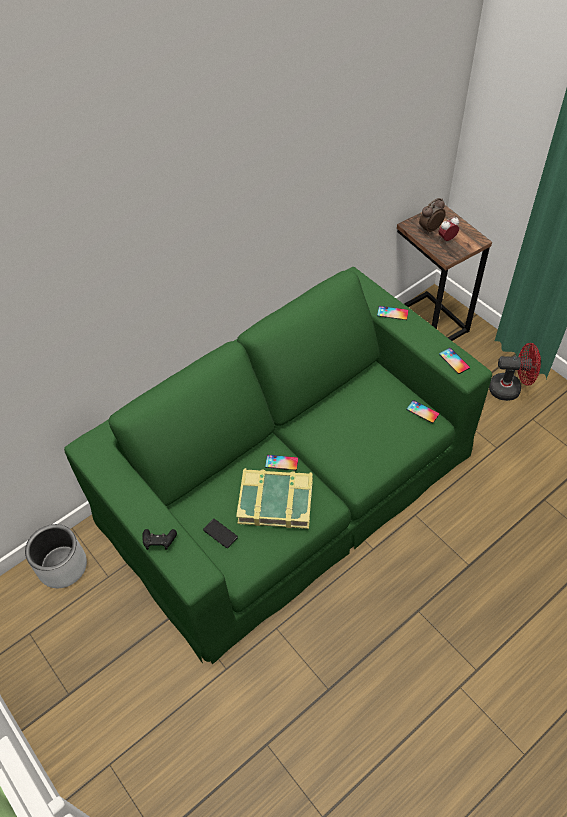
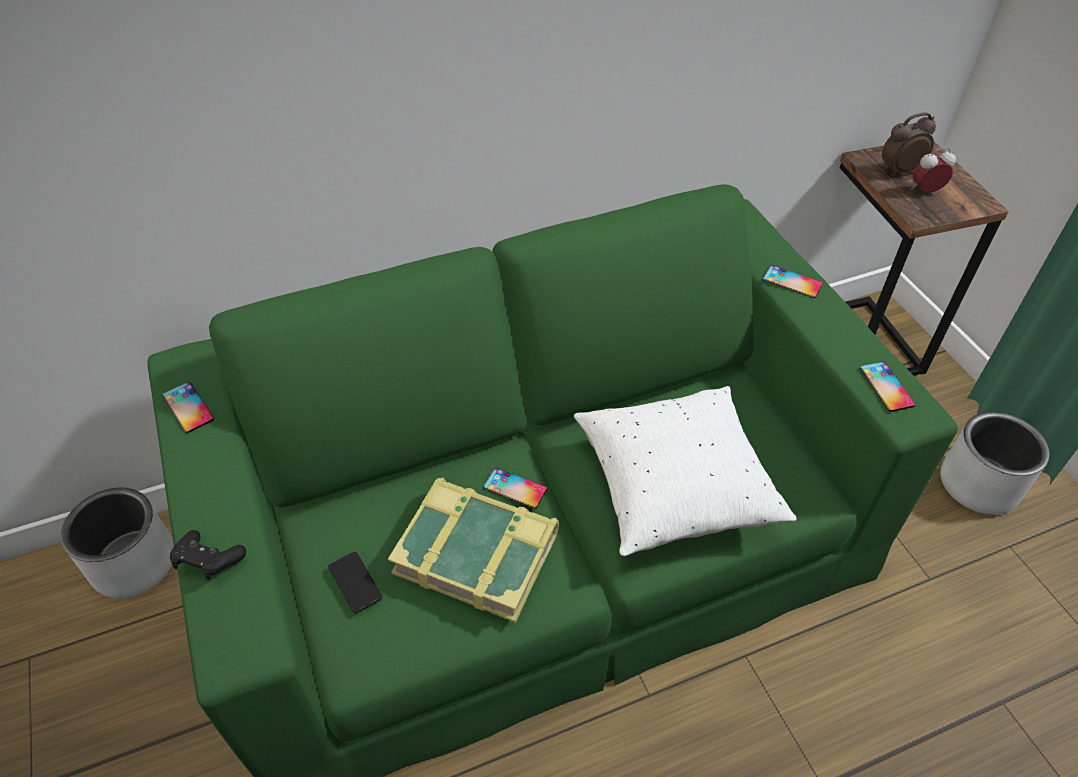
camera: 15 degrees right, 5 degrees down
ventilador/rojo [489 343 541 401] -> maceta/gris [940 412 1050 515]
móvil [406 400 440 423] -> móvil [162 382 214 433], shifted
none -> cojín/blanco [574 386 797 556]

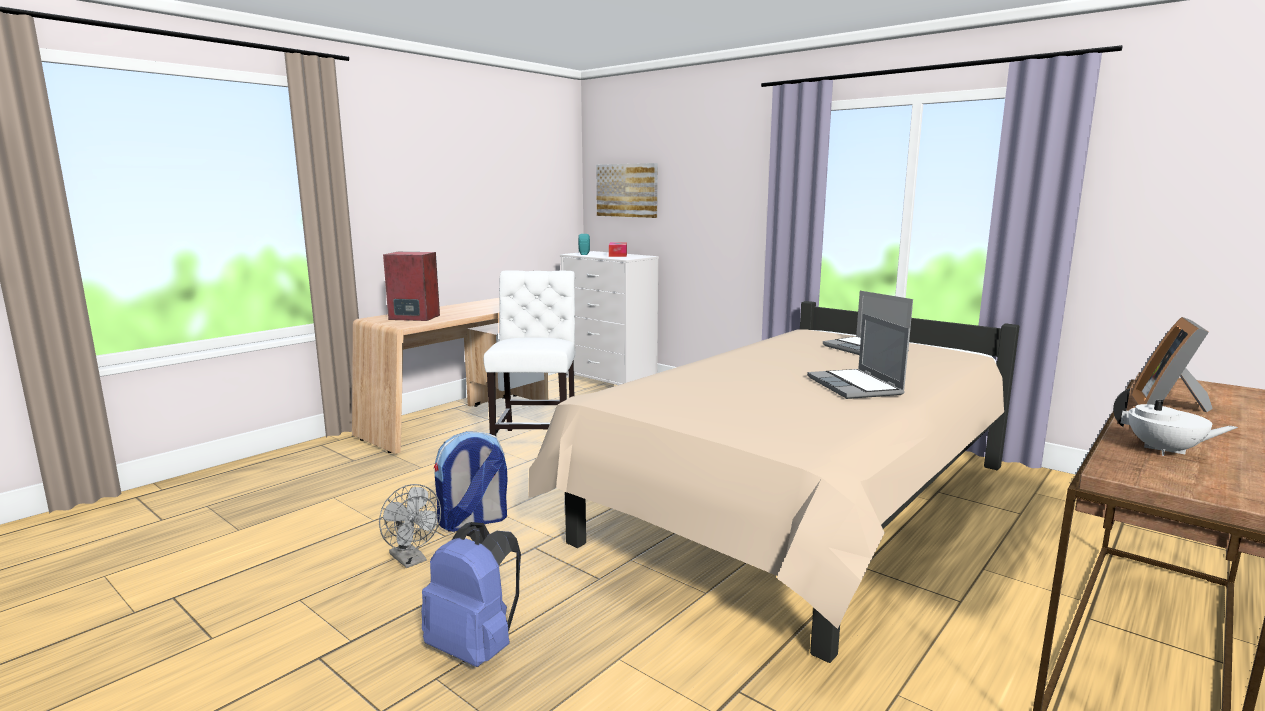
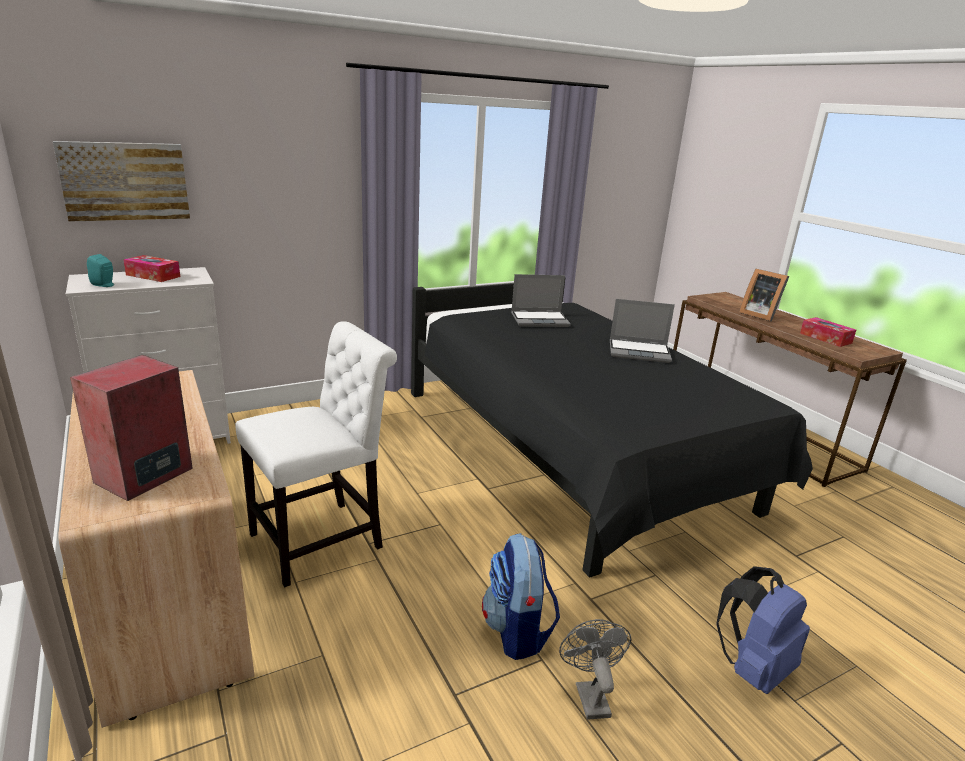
camera: 70 degrees left, 10 degrees up
silla/blanco [484 270 575 436] -> silla/blanco [235 321 397 587], 120 degrees clockwise
cama/beis [529 301 1020 663] -> cama/negro [411 281 813 578]
tetera/blanco [1113 388 1238 456] -> caja de pañuelos [800 317 856 347]
ventilador/gris [379 484 441 568] -> ventilador/gris [559 619 631 720], 75 degrees counterclockwise

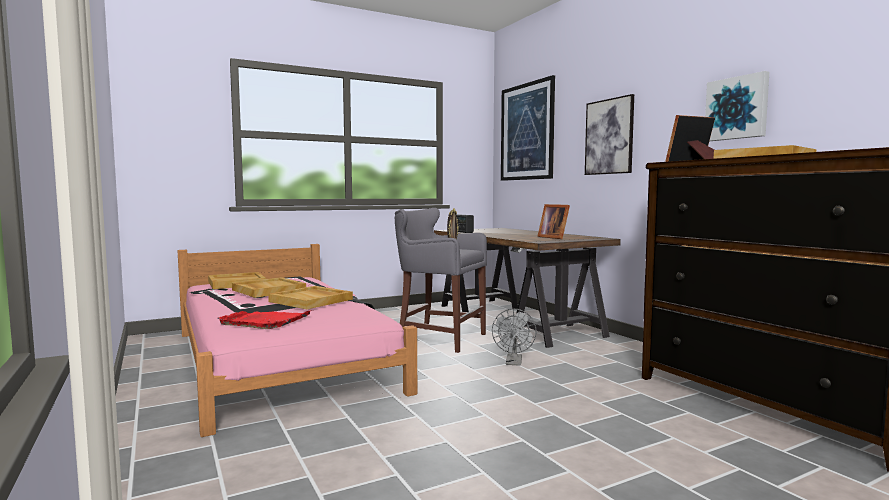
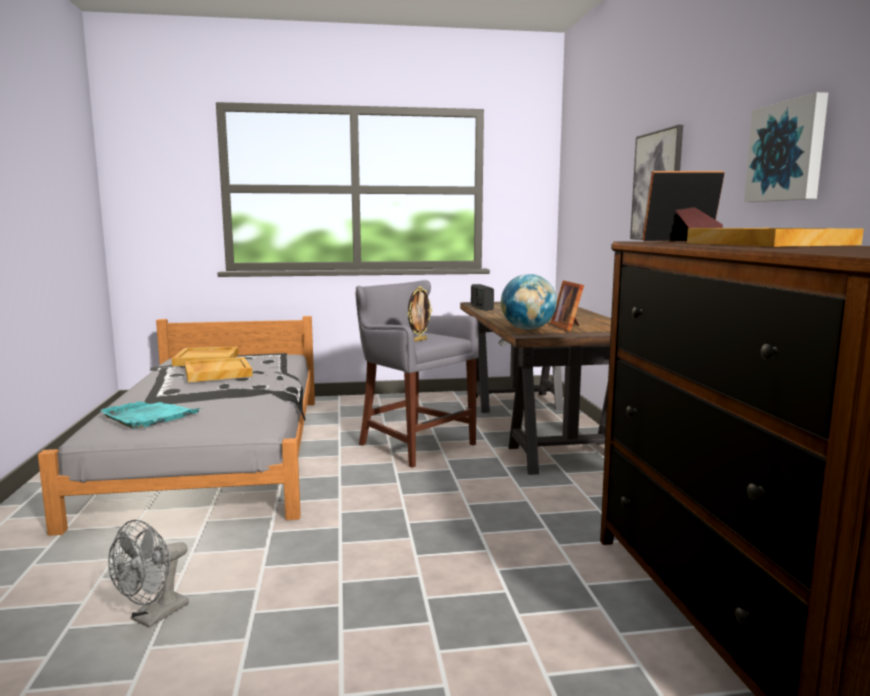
camera: 20 degrees right, 5 degrees up
cuadro [501 75 555 181] -> none
cama/rosa [177 244 417 437] -> cama/gris [38 316 315 536]
bandeja/beis [268 286 353 309] -> none
ventilador/gris [492 309 536 366] -> ventilador/gris [108 520 189 628], shifted
bandeja/rojo [218 310 313 329] -> bandeja/turquesa [100 402 200 429]
none -> globo terráqueo [501 274 557 330]

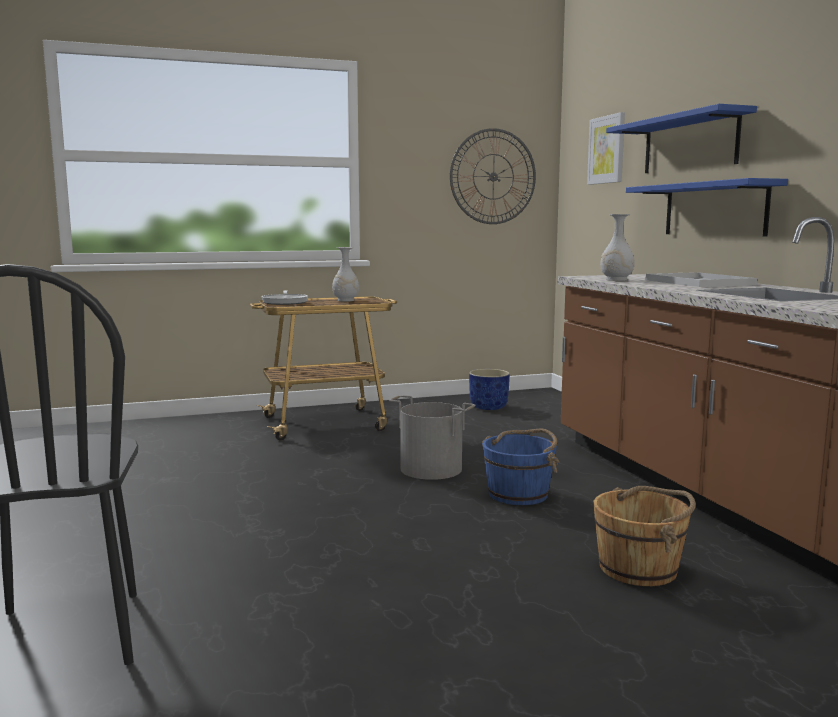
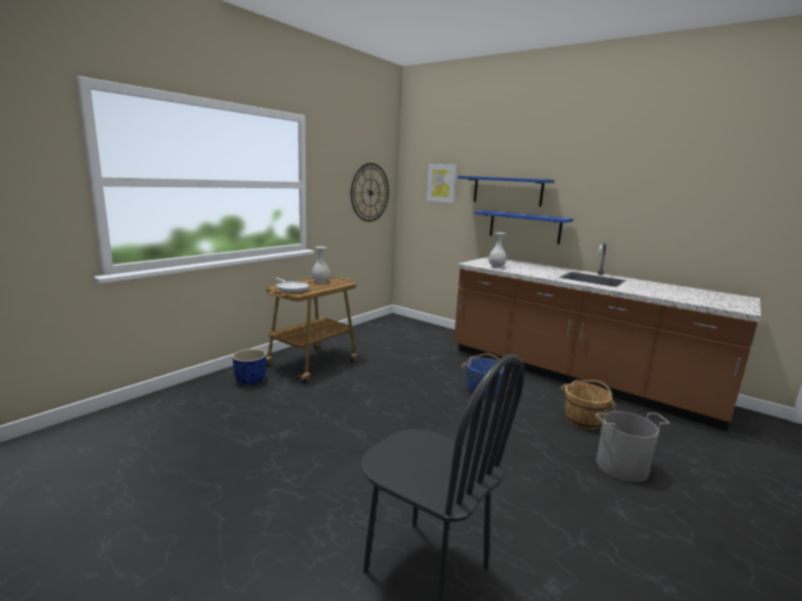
camera: 35 degrees left, 5 degrees up
bandeja/blanco [645 272 757 287] -> none
maceta/azul [469 369 510 410] -> maceta/azul [232 349 266 385], shifted
cubo/gris [389 395 476 480] -> cubo/gris [595 411 670 482], shifted

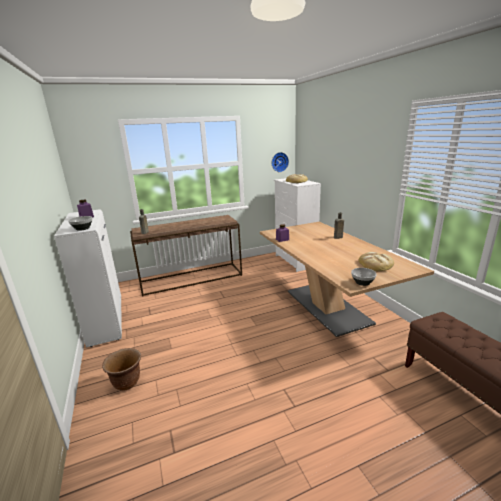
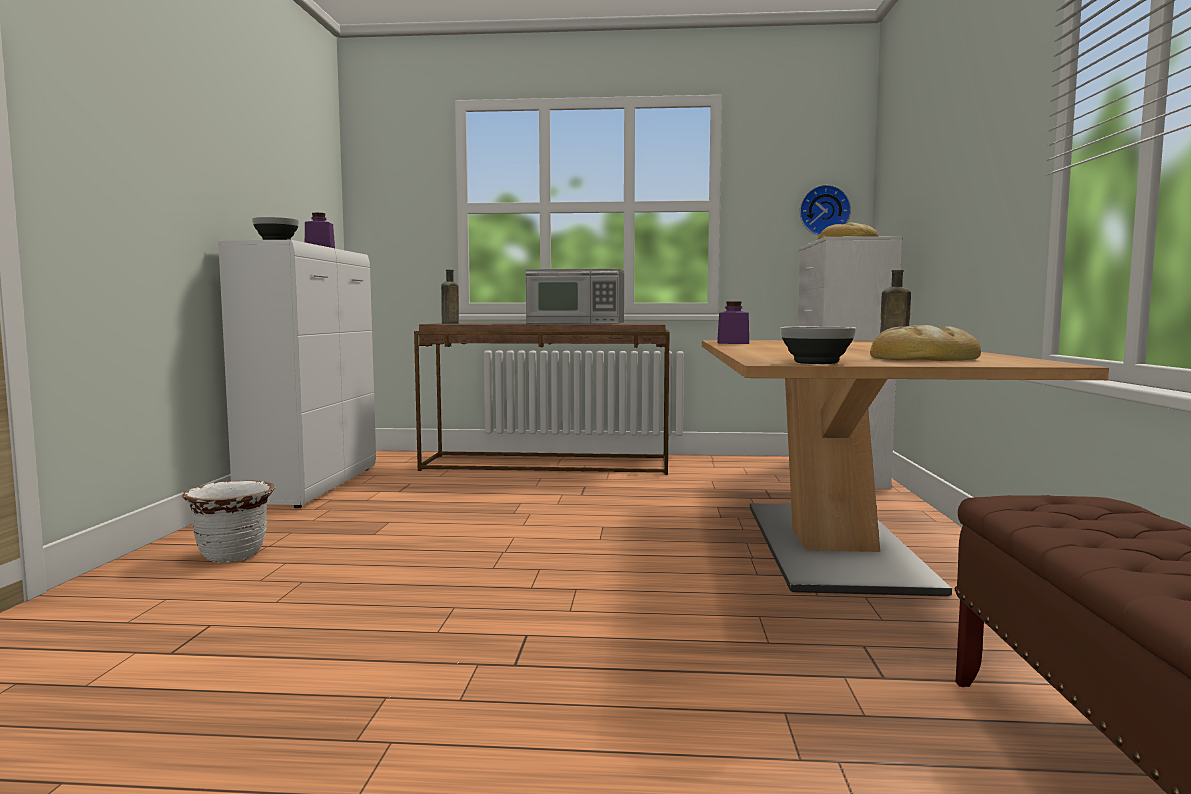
camera: 25 degrees right, 15 degrees down
maceta/marrón [102 348 141 390] -> maceta/blanco [182 480 275 563]
none -> microondas [526 268 624 324]

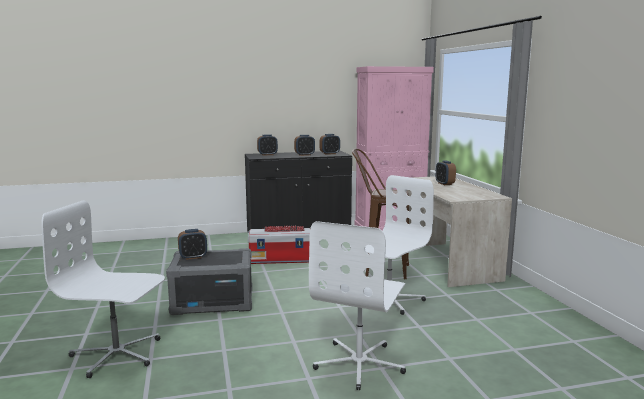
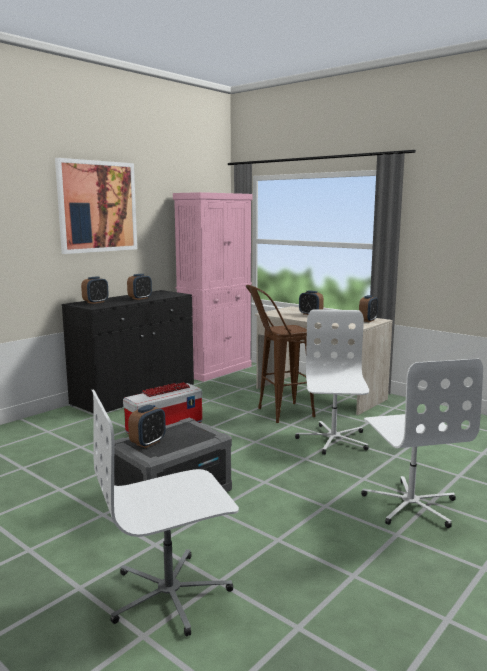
camera: 35 degrees left, 0 degrees up
despertador [320 134 340 155] -> despertador [359 295 378 322], shifted
none -> cuadro [55 158 137 254]

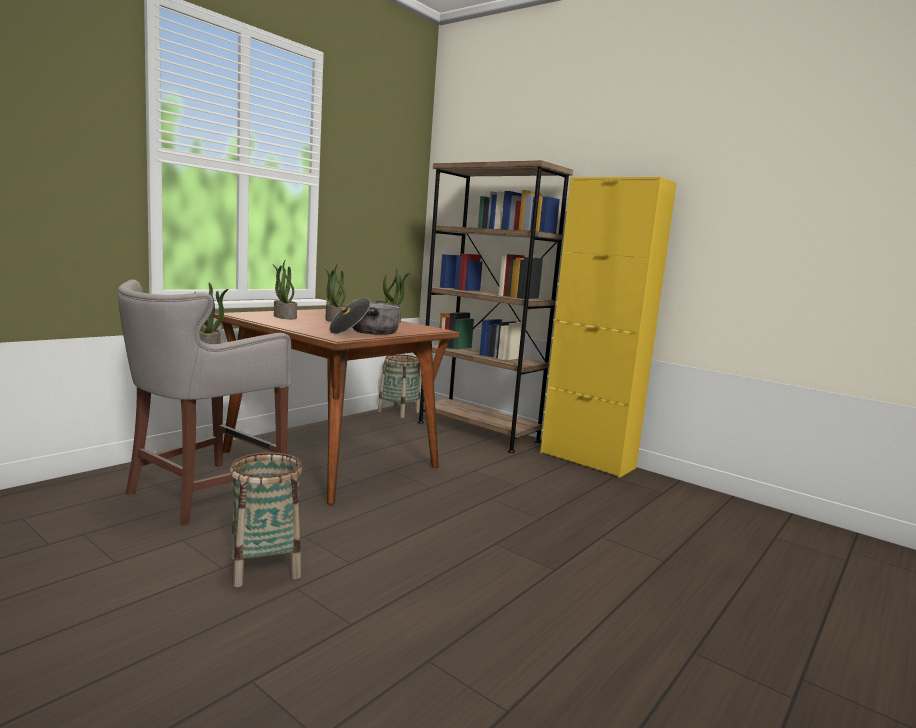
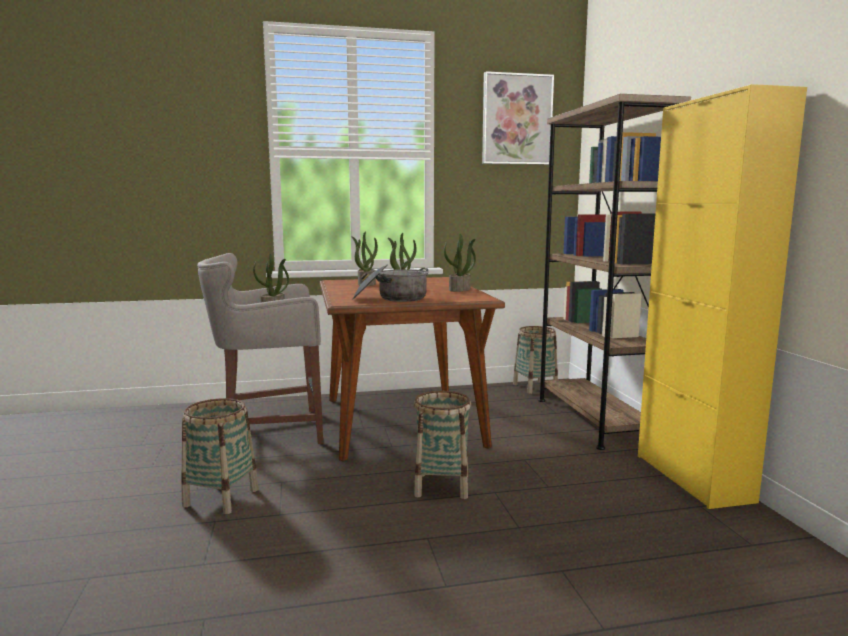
camera: 40 degrees right, 0 degrees up
none -> cuadro [482 71 554 165]
none -> cesta [414 391 471 499]

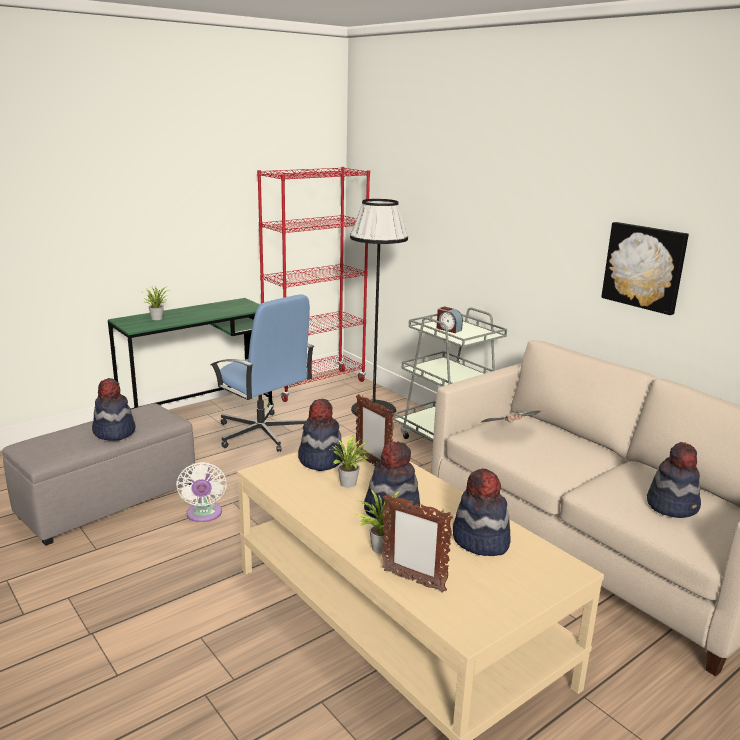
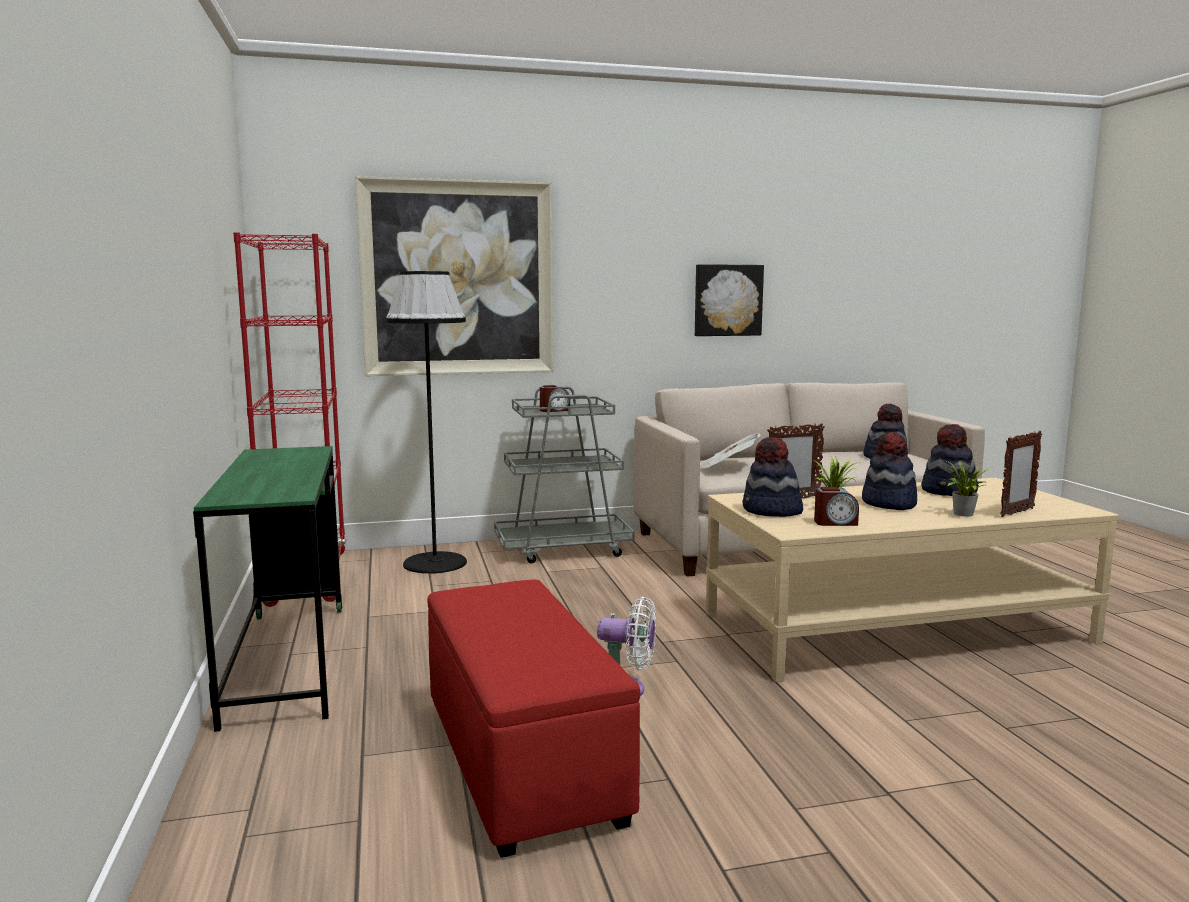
camera: 65 degrees left, 10 degrees down
planta en maceta [143 286 170 320] -> none
silla de oficina/azul [210 294 314 452] -> none
sombrero [92 378 136 441] -> none
puf/gris [2 403 195 546] -> puf/rojo [427 579 640 858]
none -> cuadro [355 176 553 376]
none -> despertador [814 487 859 526]

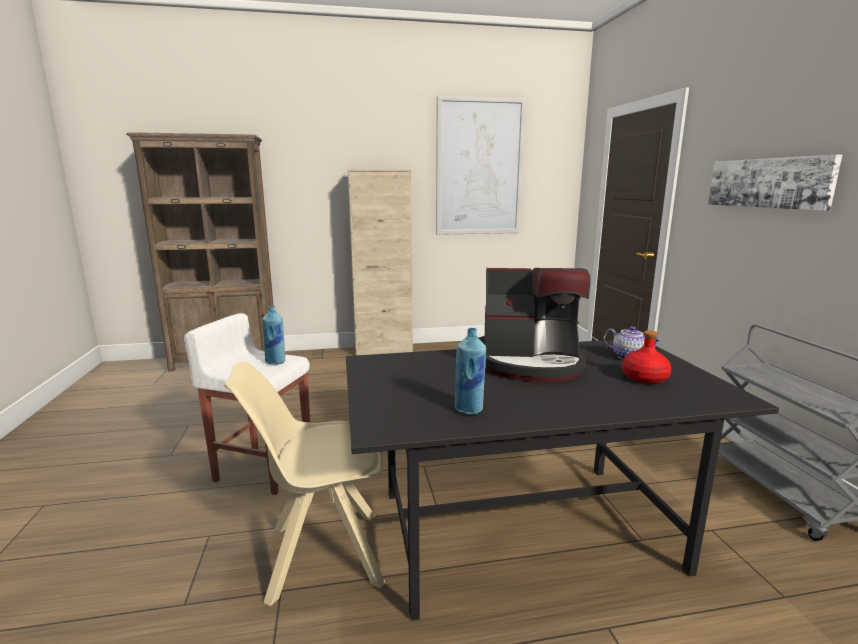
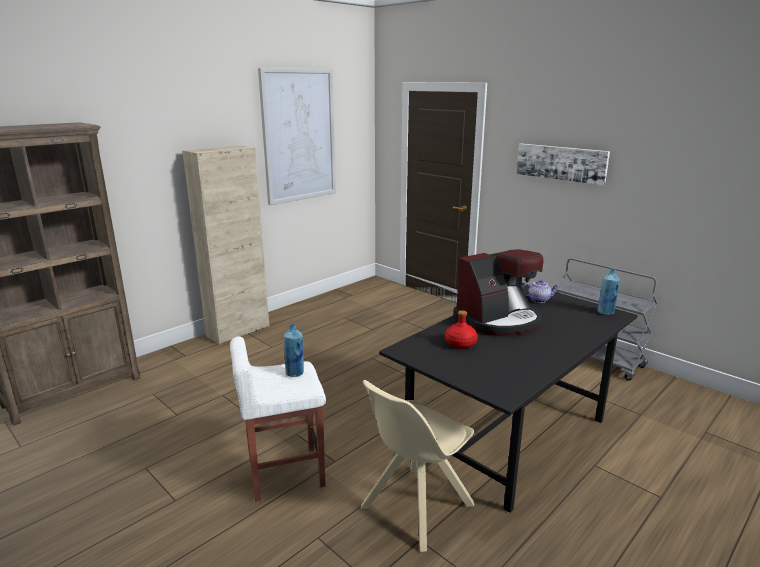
camera: 35 degrees left, 5 degrees up
botella/azul [455 328 486 414] -> botella/azul [598 268 620 315], shifted
botella/rojo [622 330 672 384] -> botella/rojo [445 310 478 349], shifted

